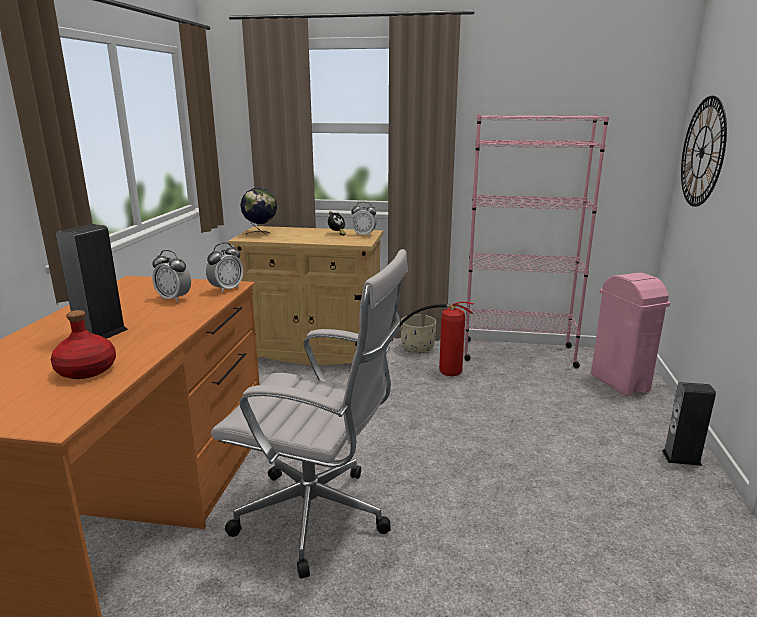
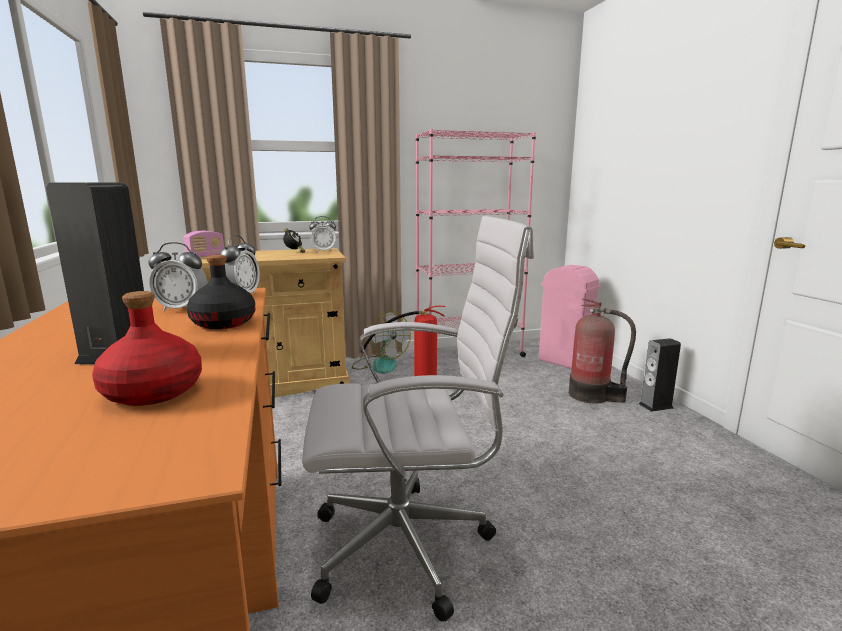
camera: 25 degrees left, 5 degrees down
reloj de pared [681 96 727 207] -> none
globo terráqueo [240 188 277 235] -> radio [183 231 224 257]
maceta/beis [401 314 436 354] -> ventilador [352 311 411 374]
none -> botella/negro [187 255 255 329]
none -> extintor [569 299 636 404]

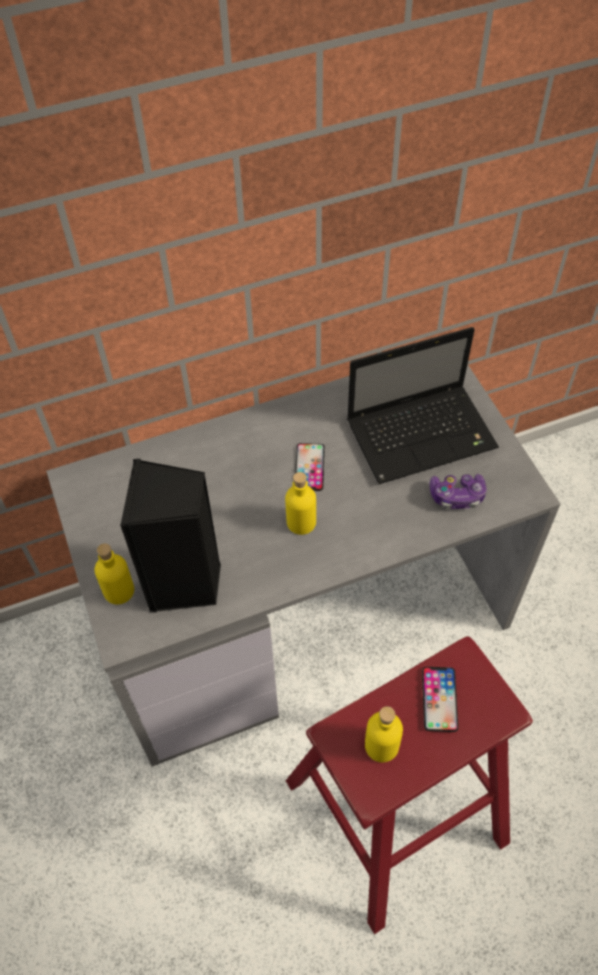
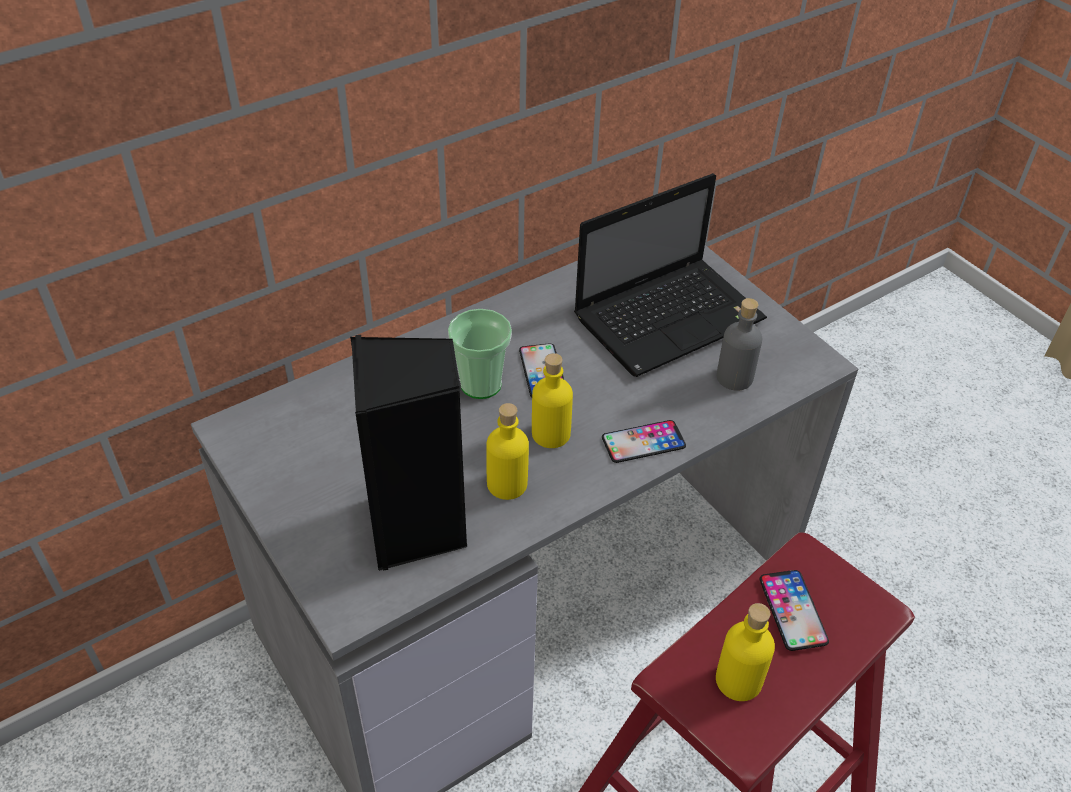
camera: 15 degrees left, 10 degrees down
mando de consola [430 474 487 509] -> botella/gris [717 298 762 391]
botella/amarillo [95 543 134 605] -> botella/amarillo [486 403 529 500], shifted
none -> taza [448 309 512 399]
none -> móvil [602 420 686 463]

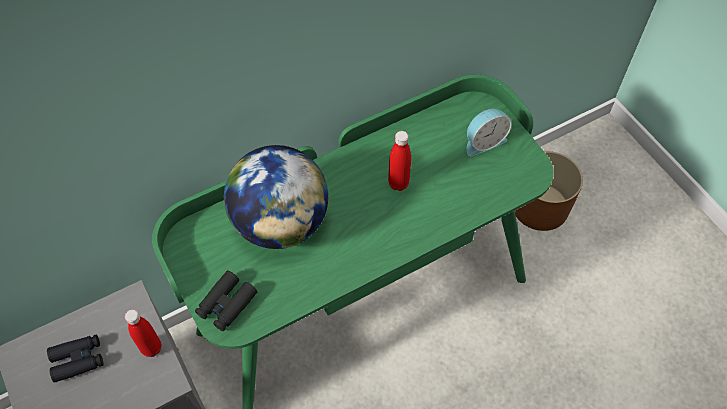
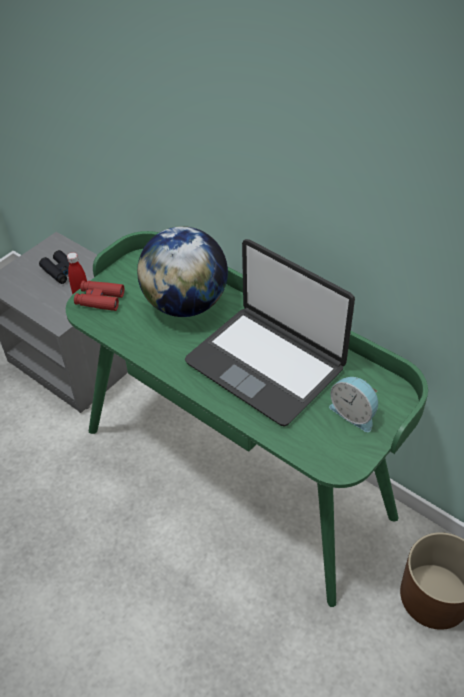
camera: 70 degrees right, 10 degrees down
botella/rojo [388 131 411 191] -> portátil [184 239 355 427]
prismáticos/negro [195 271 258 331] -> prismáticos/rojo [74 281 124 311]

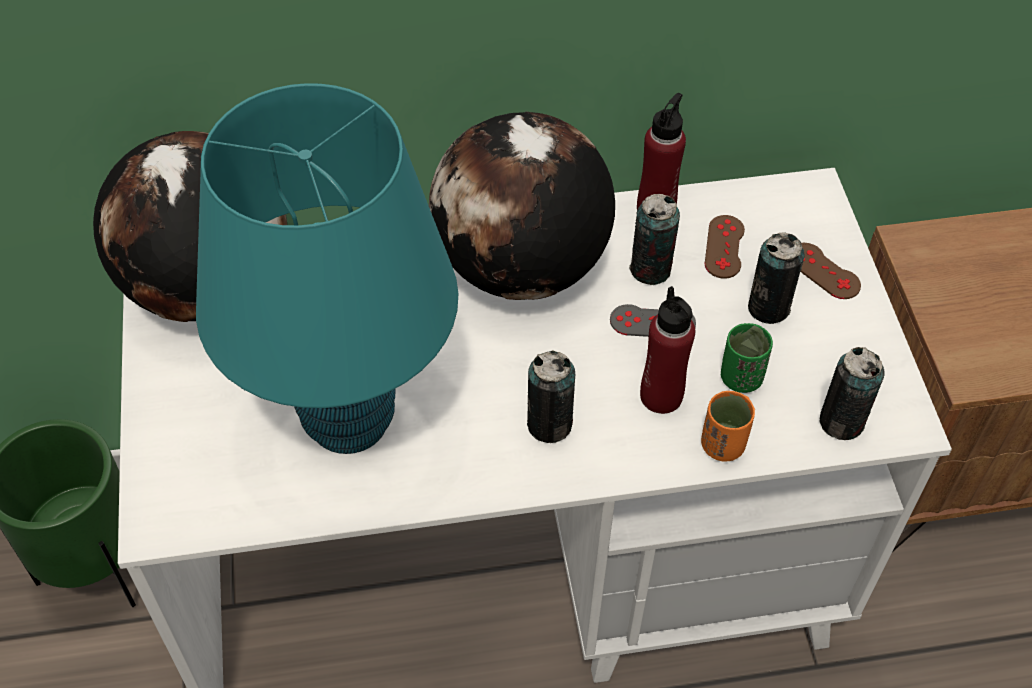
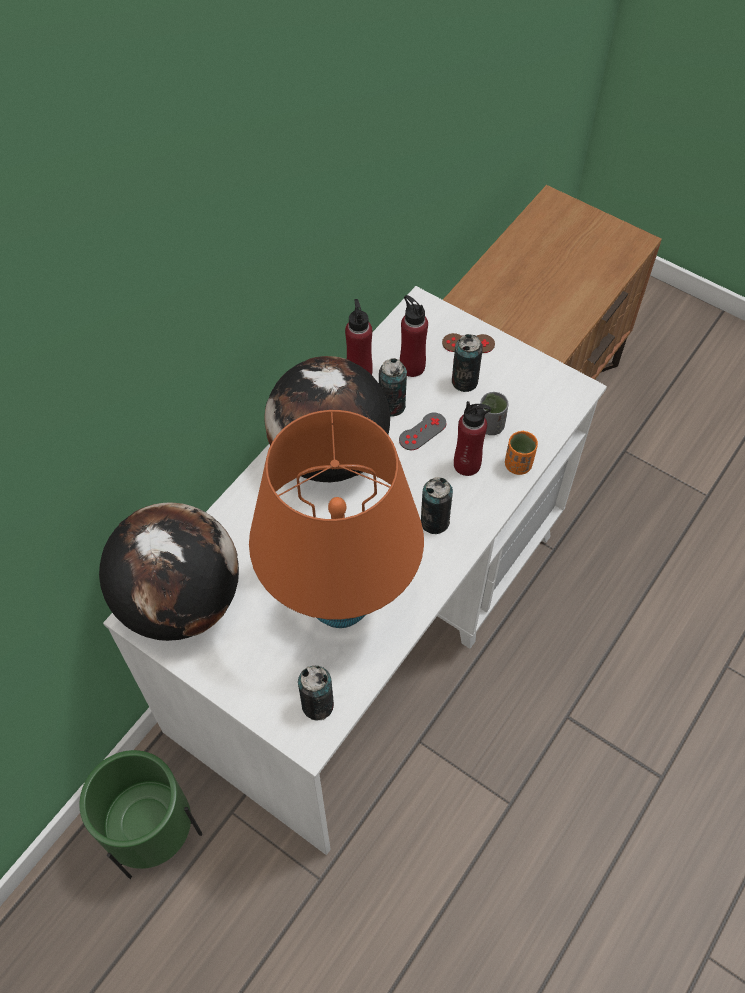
camera: 45 degrees left, 5 degrees up
lámpara de mesa/turquesa [196 83 458 454] -> lámpara de mesa/naranja [249 410 424 628]
mando de consola/marrón [705 215 745 279] -> botella/rojo [400 295 428 377]
taza/verde [721 323 773 393] -> taza/gris [480 392 508 435]
lata [820 347 885 440] -> lata [298 666 334 721], shifted

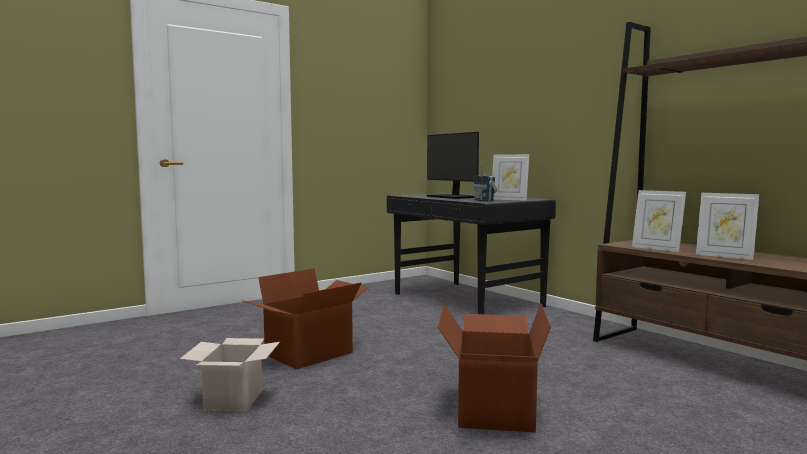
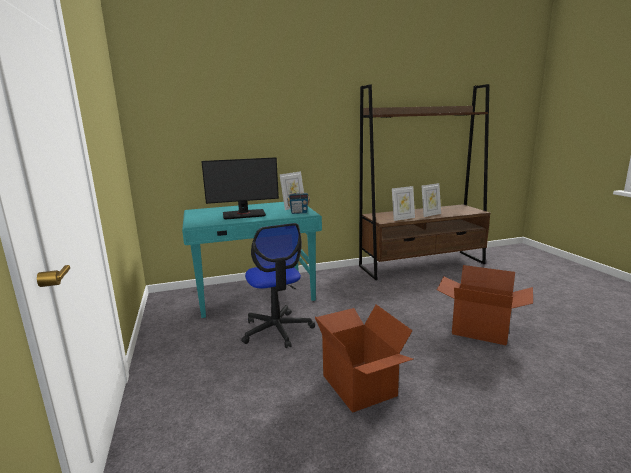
camera: 70 degrees left, 10 degrees up
escritorio/negro [387 193 556 314] -> escritorio/turquesa [182 202 322 318]
caja de cartón [180 338 280 412] -> none
none -> silla de oficina [241 223 315 348]

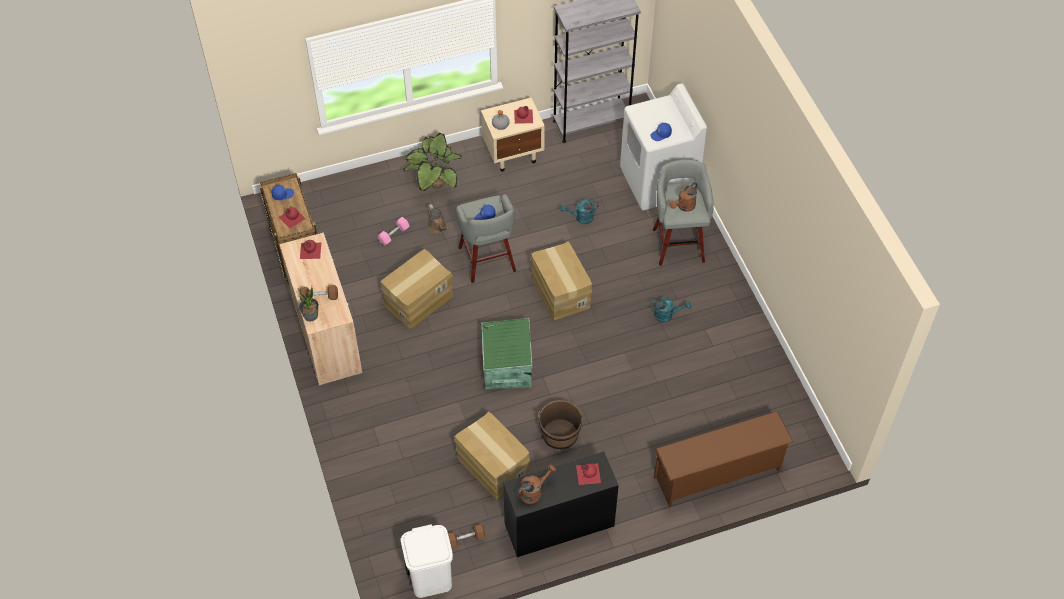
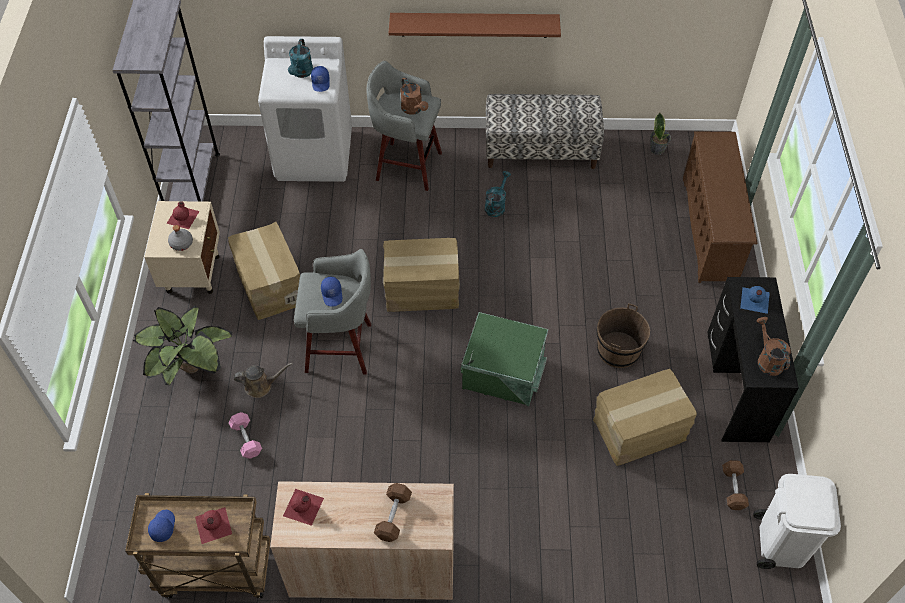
camera: 70 degrees left, 0 degrees up
regadera/turquesa [561 200 599 224] -> regadera/turquesa [288 39 313 78], shifted
caja de cartón [381 249 453 329] -> caja de cartón [228 222 300 320], shifted
planta en maceta [298 288 319 322] -> planta en maceta [650 113 671 155], shifted
botella/rojo [576 463 601 485] -> botella/azul [740 286 770 314]
none -> estante/marrón [389 13 561 38]
none -> banco [486 94 604 169]

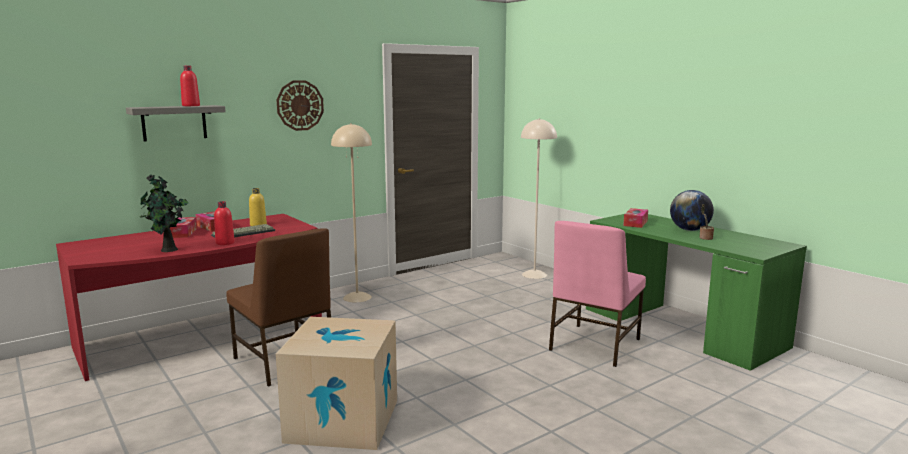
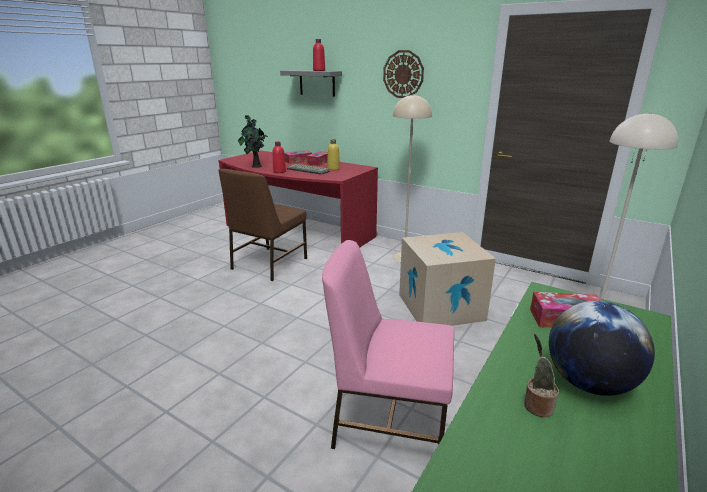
camera: 70 degrees right, 10 degrees up
caja de cartón [276 317 397 450] -> caja de cartón [399 232 496 326], shifted

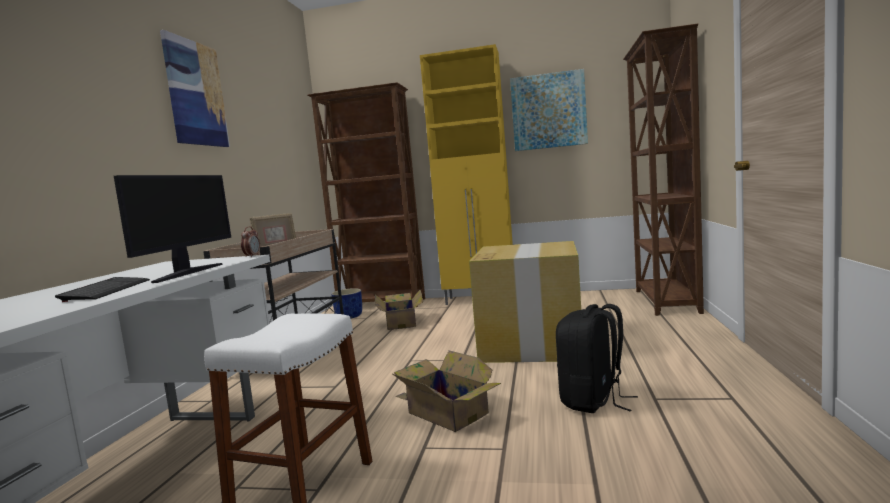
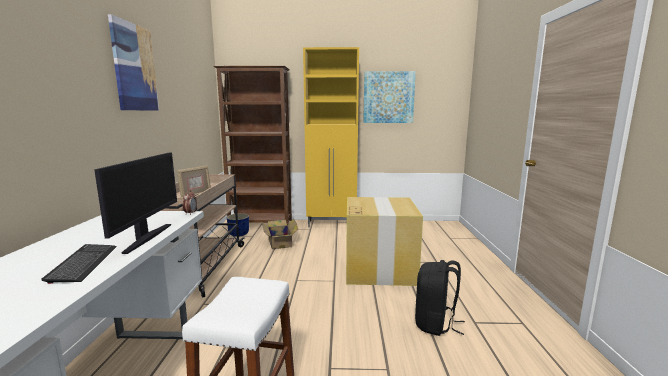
camera: 10 degrees left, 5 degrees up
estantería/marrón [623 24 704 316] -> none
caja de cartón [393 351 501 432] -> none

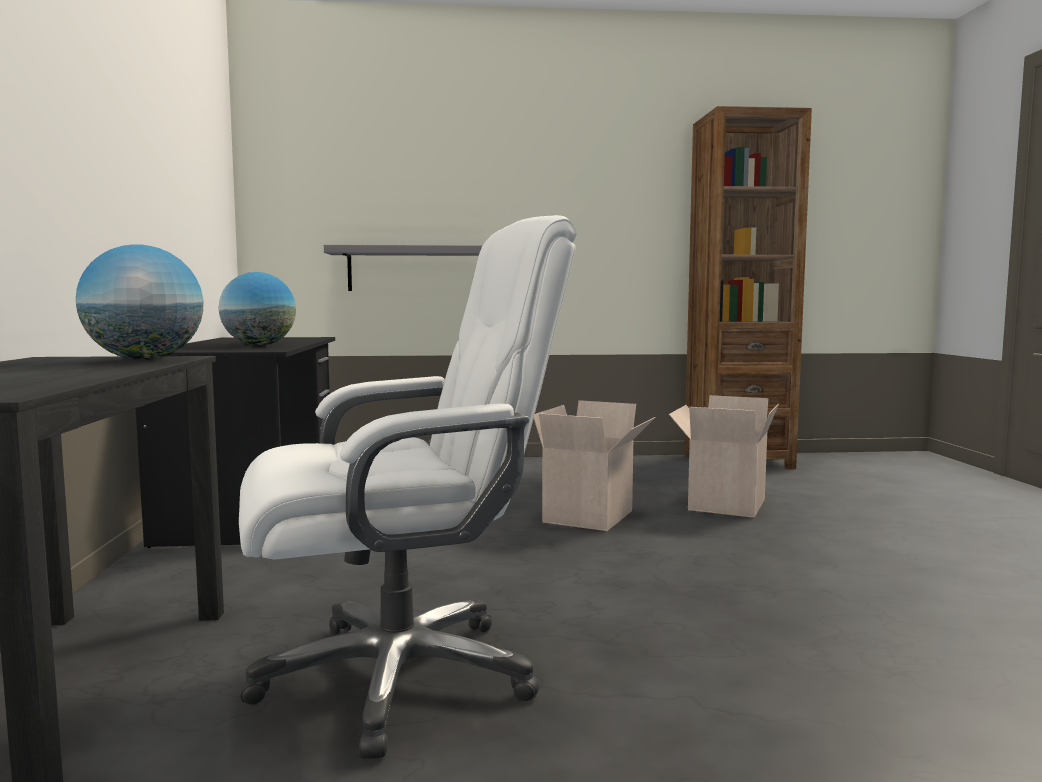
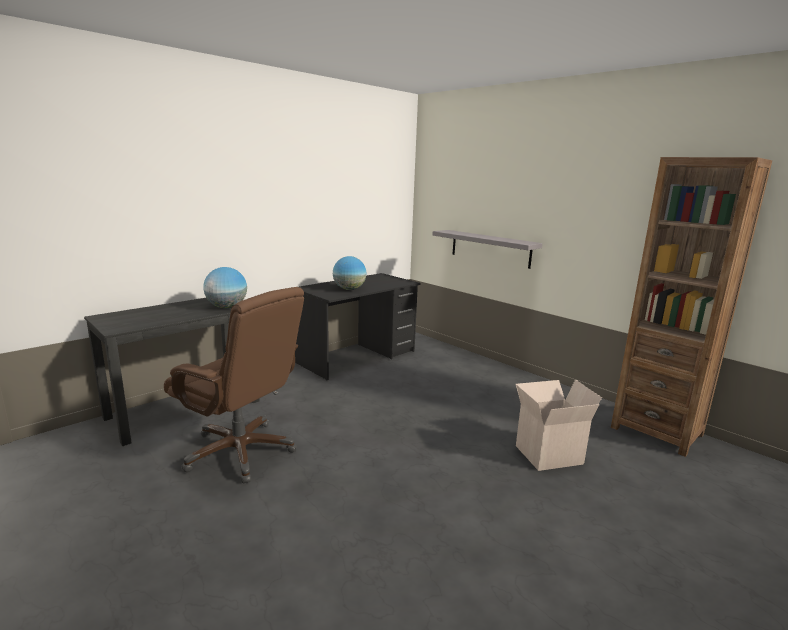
camera: 50 degrees right, 10 degrees up
silla de oficina/blanco [239 215 577 759] -> silla de oficina/marrón [164 287 304 483]
caja de cartón [534 400 655 531] -> none

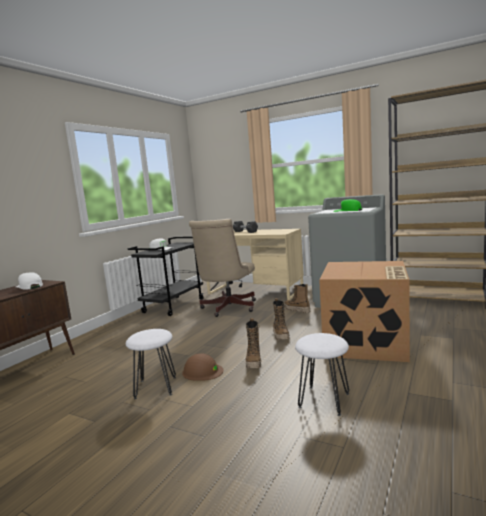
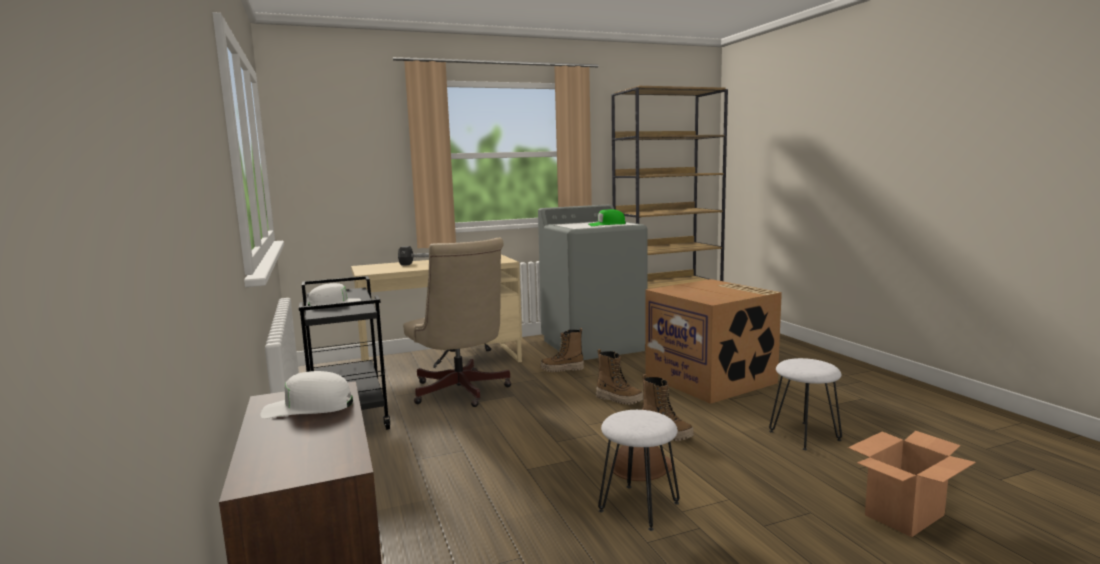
camera: 50 degrees left, 0 degrees up
none -> caja de cartón [848 431 976 537]

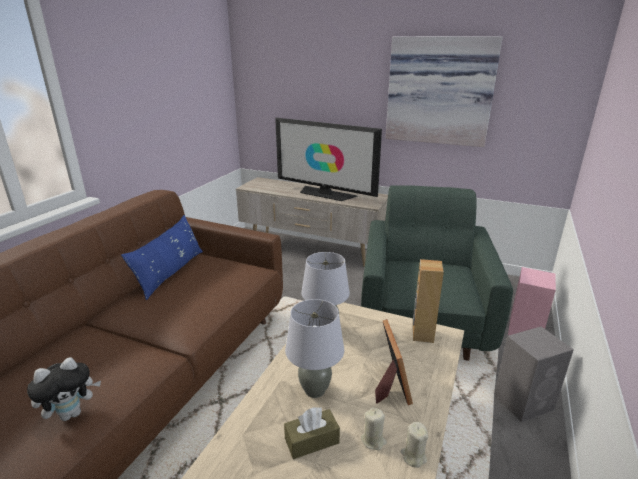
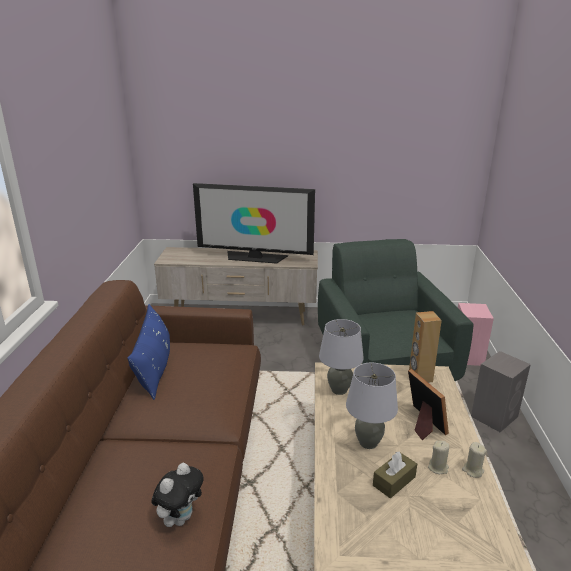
camera: 20 degrees left, 0 degrees up
cuadro [386 36 503 147] -> none

